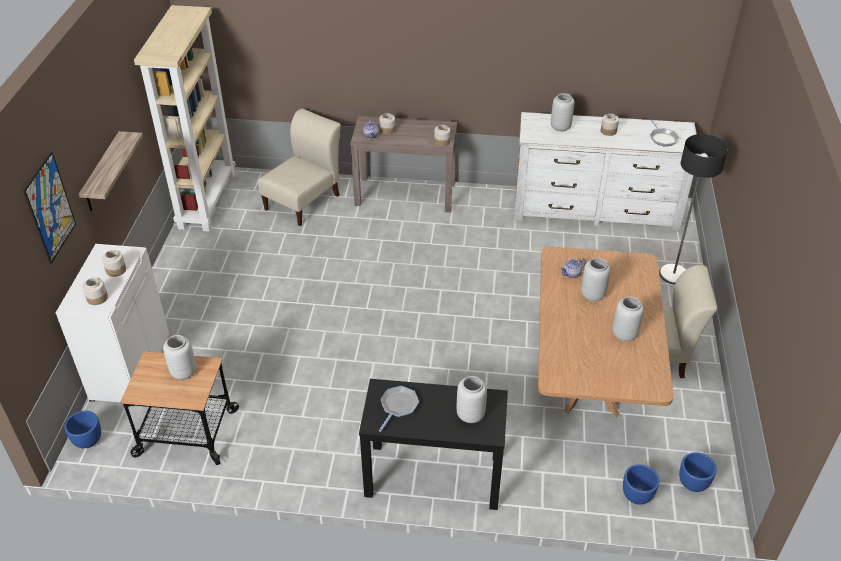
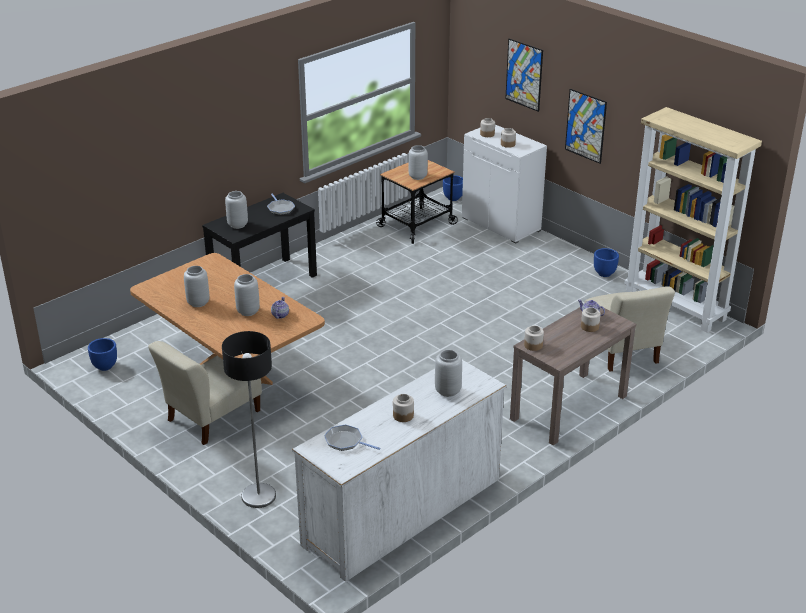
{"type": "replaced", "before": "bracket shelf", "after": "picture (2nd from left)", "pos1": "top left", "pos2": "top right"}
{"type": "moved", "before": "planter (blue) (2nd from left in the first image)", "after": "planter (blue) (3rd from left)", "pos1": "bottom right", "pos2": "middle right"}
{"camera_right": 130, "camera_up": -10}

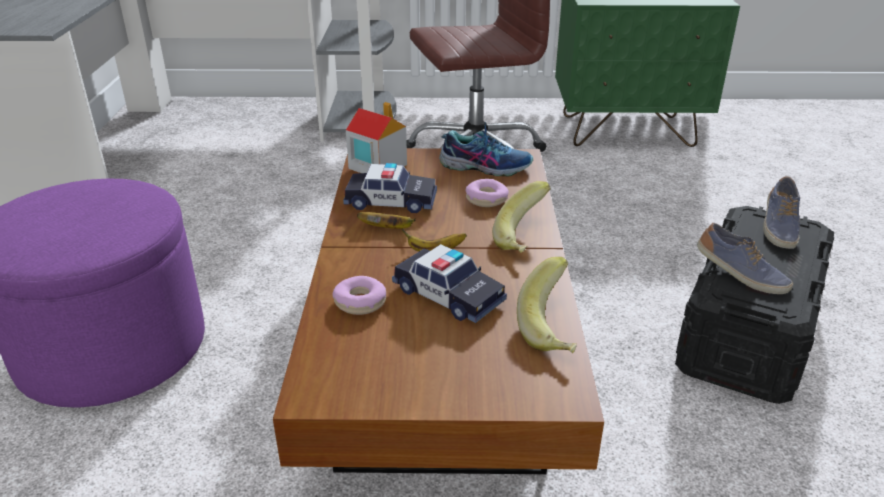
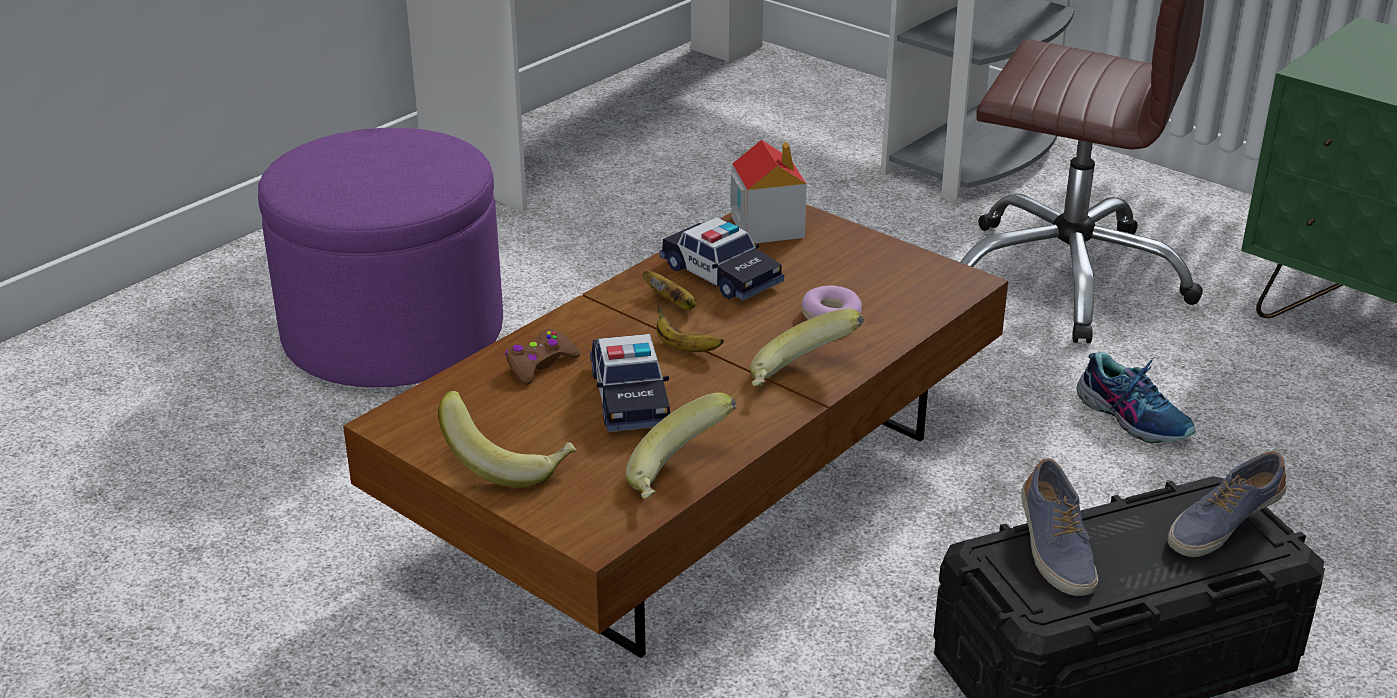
{"type": "added", "after": "banana fruit (1st from left)", "pos2": "centre"}
{"type": "replaced", "before": "ring doughnut (1st from left)", "after": "joypad (brown-coloured)", "pos1": "centre", "pos2": "centre"}
{"type": "moved", "before": "low shoe (1st from left in the first image)", "after": "low shoe (2nd from left)", "pos1": "top centre", "pos2": "middle right"}
{"camera_right": 40, "camera_up": 0}

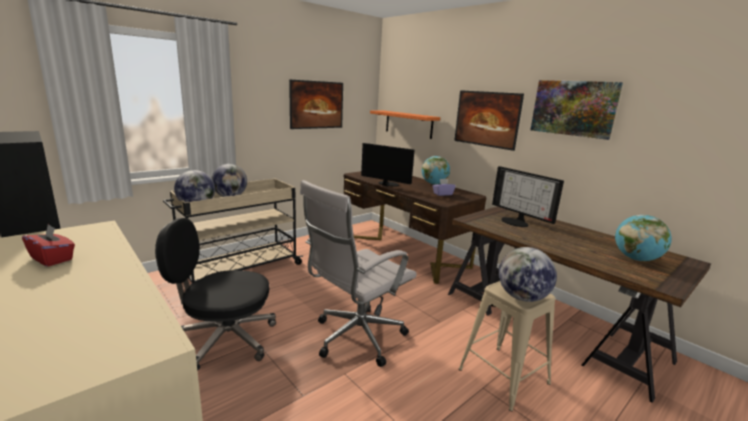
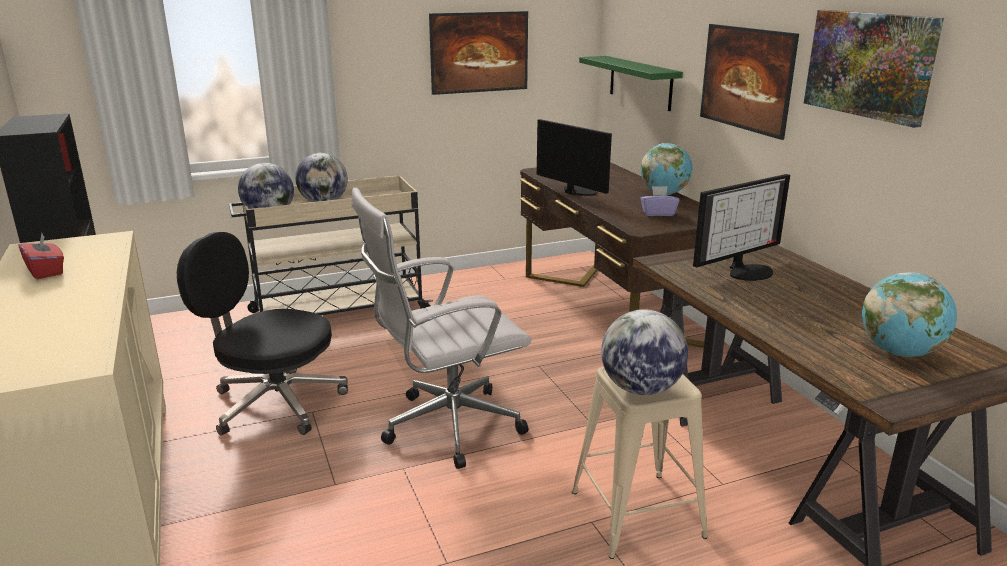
{"type": "recoloured", "before": "bracket shelf (orange)", "after": "bracket shelf (green-coloured)", "pos1": "top centre", "pos2": "top centre"}
{"type": "turned", "before": "monitor (2nd from left)", "pos1": "middle right", "pos2": "middle right", "turn": -105}
{"camera_right": 20, "camera_up": 5}

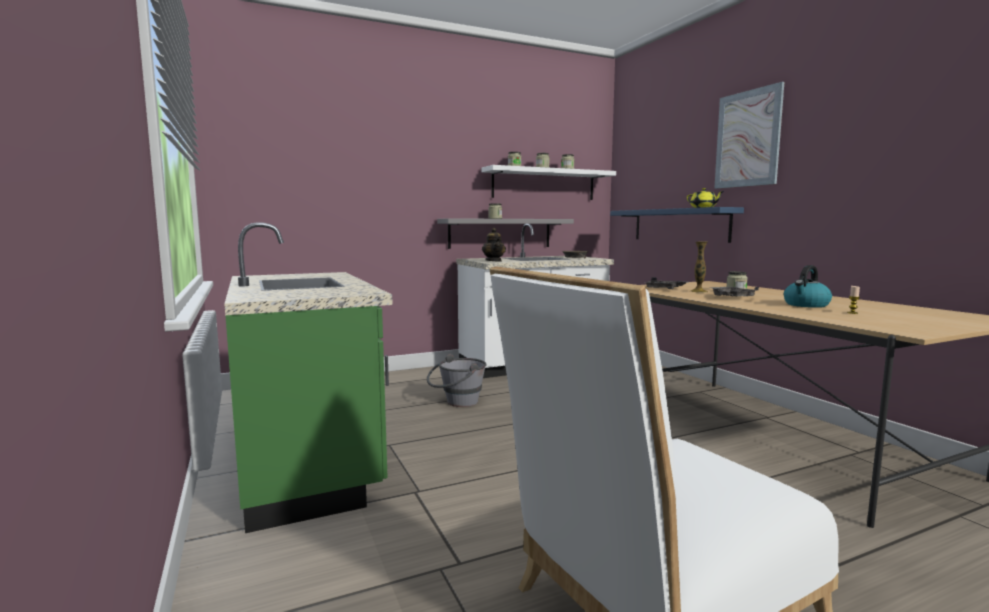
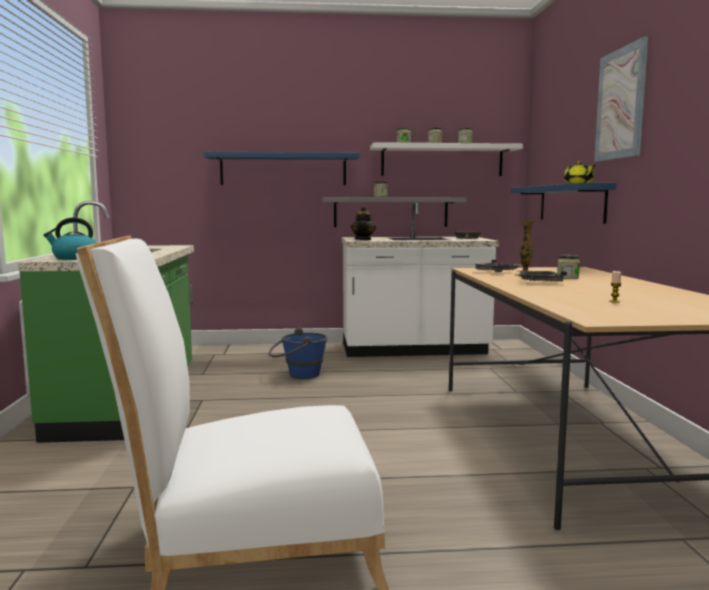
{"type": "moved", "before": "tea kettle", "pos1": "middle right", "pos2": "middle left"}
{"type": "added", "after": "bracket shelf (blue) (1st from left)", "pos2": "top centre"}
{"type": "recoloured", "before": "pail (gray)", "after": "pail (blue)", "pos1": "centre", "pos2": "centre"}
{"camera_right": 20, "camera_up": 0}

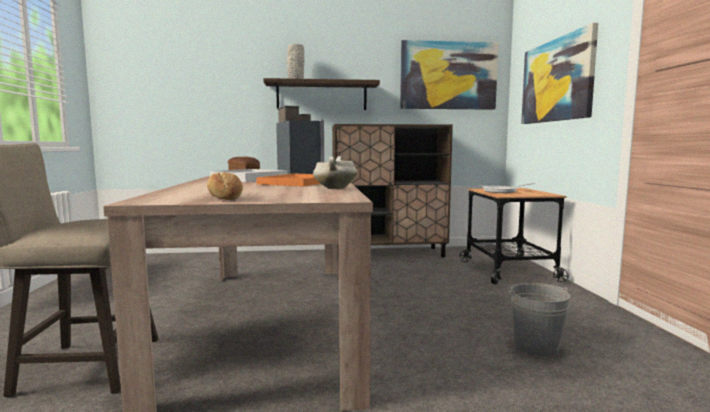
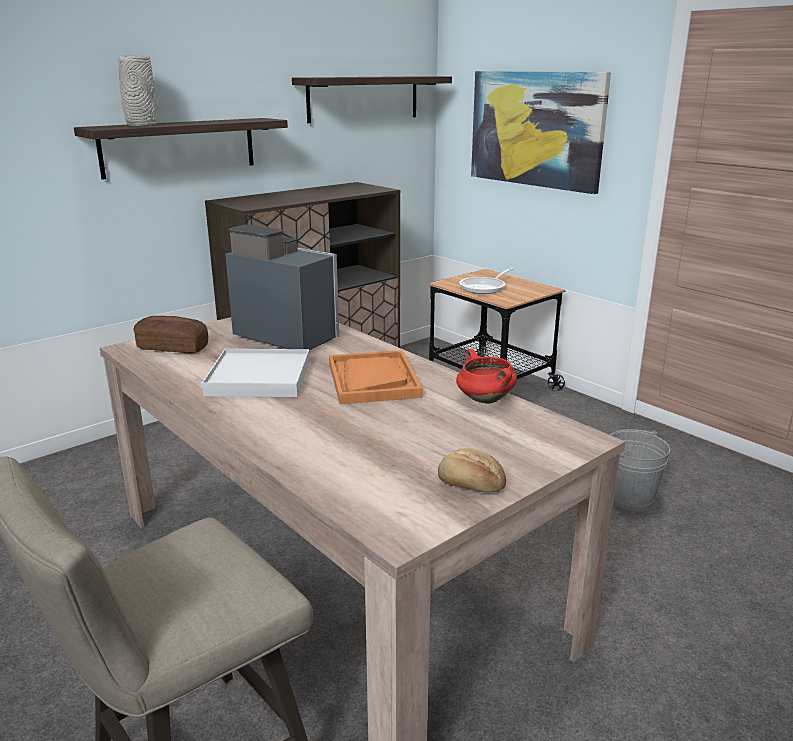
{"type": "replaced", "before": "picture (1st from left)", "after": "bracket shelf (2nd from left)", "pos1": "top centre", "pos2": "top centre"}
{"type": "recoloured", "before": "stockpot (white-coloured)", "after": "stockpot (red-coloured)", "pos1": "centre", "pos2": "centre"}
{"camera_right": -35, "camera_up": 15}

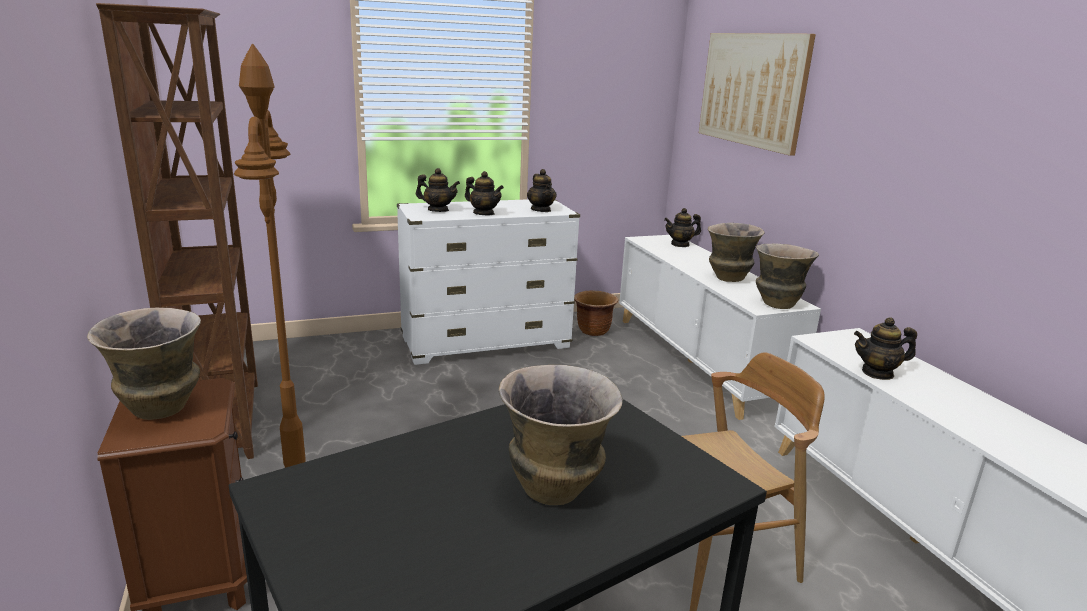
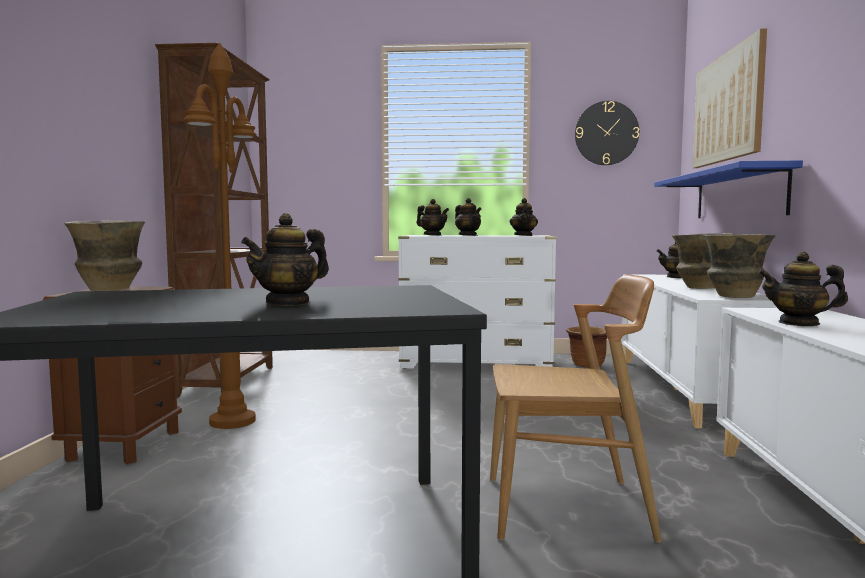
{"type": "replaced", "before": "decorative vase (2nd from left)", "after": "teapot (1st from left)", "pos1": "bottom centre", "pos2": "middle left"}
{"type": "added", "after": "wall clock", "pos2": "top right"}
{"type": "added", "after": "bracket shelf (blue)", "pos2": "top right"}
{"camera_right": 25, "camera_up": -15}

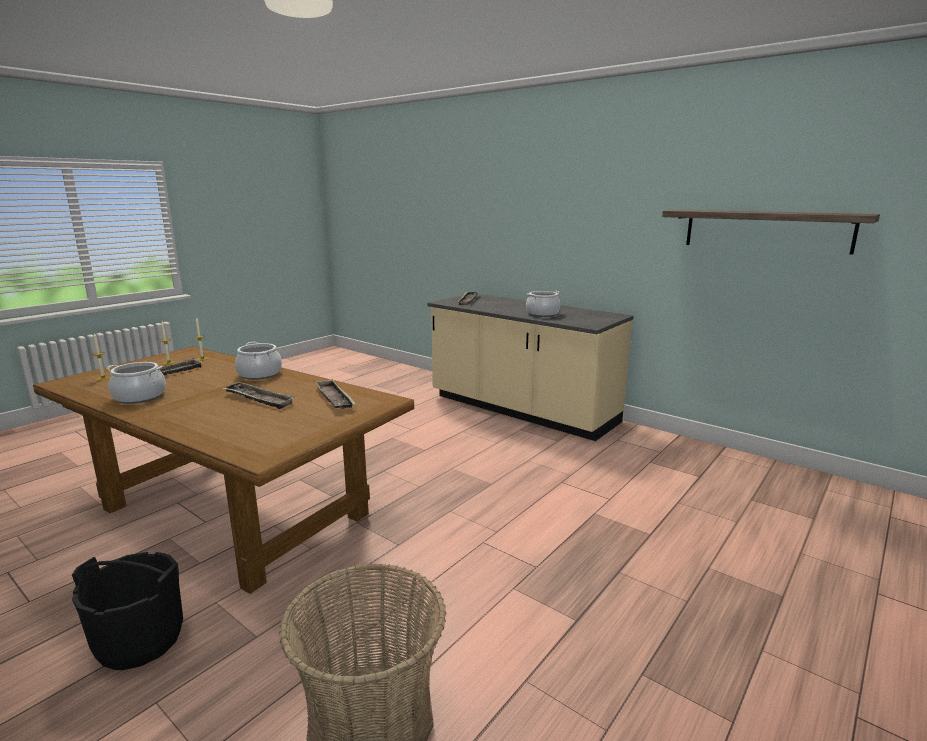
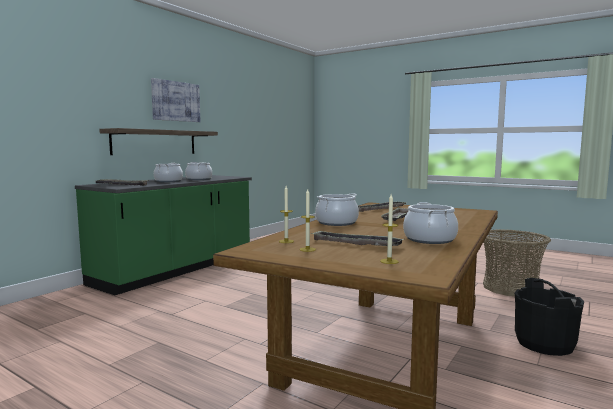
{"type": "recoloured", "before": "kitchen base unit (sand-coloured)", "after": "kitchen base unit (green-coloured)", "pos1": "centre", "pos2": "middle left"}
{"type": "moved", "before": "bracket shelf", "pos1": "top right", "pos2": "middle left"}
{"type": "added", "after": "picture", "pos2": "top left"}
{"type": "added", "after": "stockpot (1st from left)", "pos2": "middle left"}
{"camera_right": -95, "camera_up": -10}

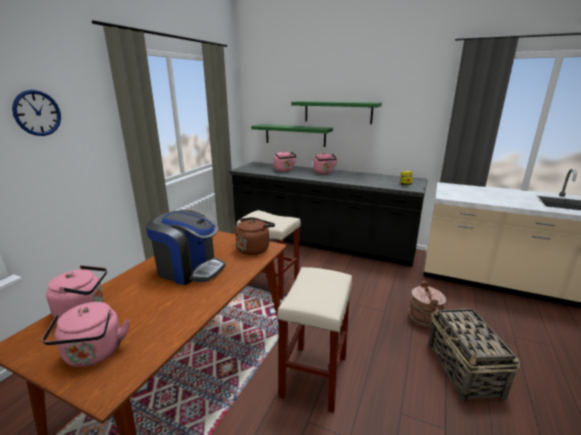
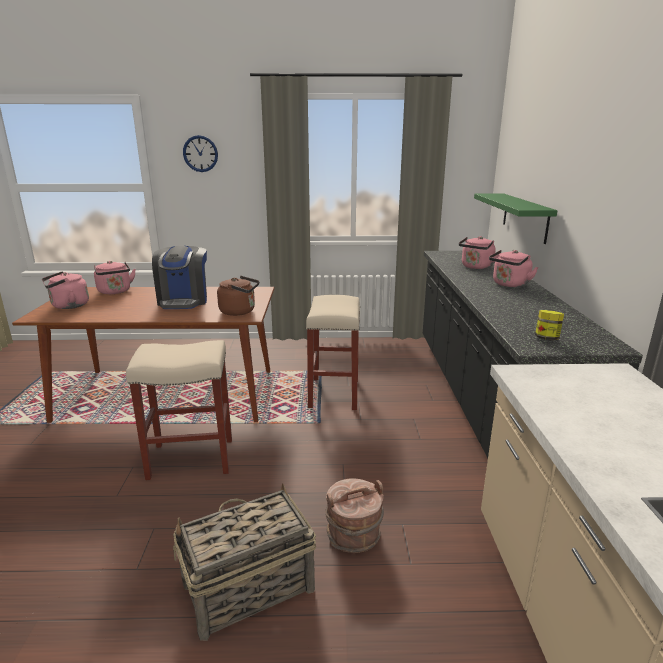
{"type": "removed", "before": "bracket shelf (green-coloured) (2nd from left)", "pos1": "top centre"}
{"camera_right": 65, "camera_up": 0}

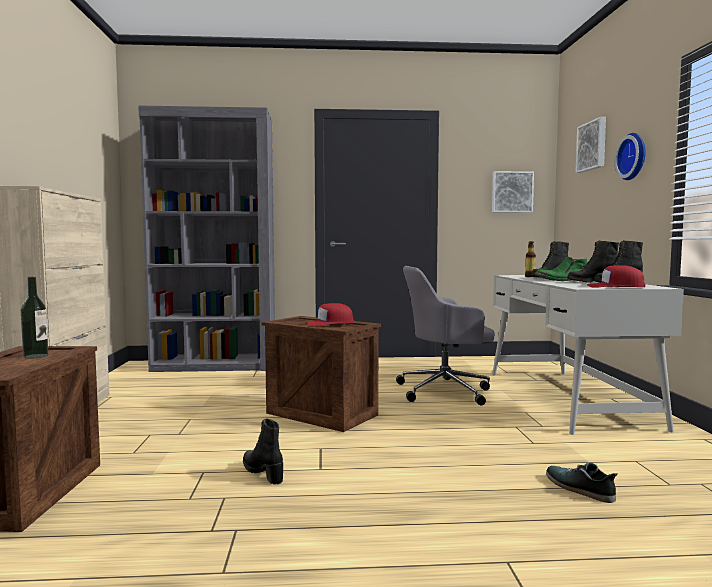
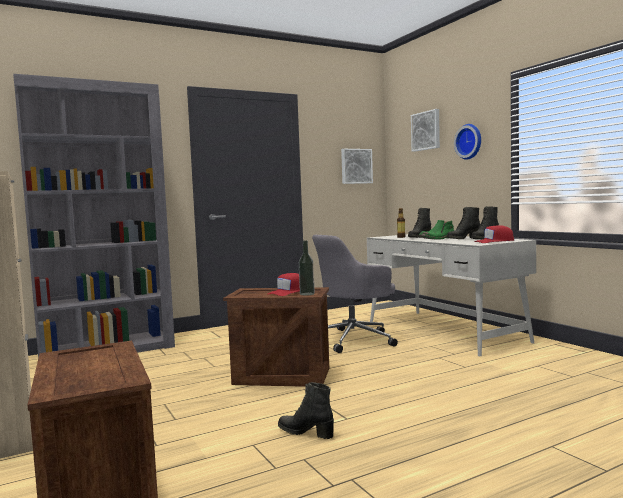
{"type": "moved", "before": "beverage bottle (1st from left)", "pos1": "middle left", "pos2": "centre"}
{"type": "removed", "before": "low shoe", "pos1": "bottom right"}
{"camera_right": -25, "camera_up": 0}

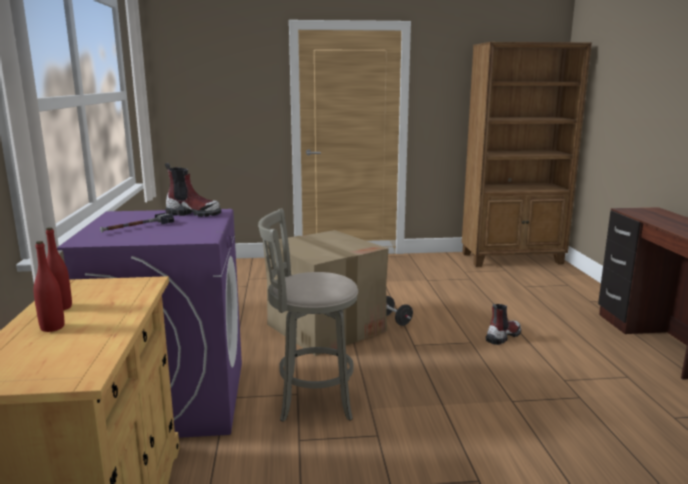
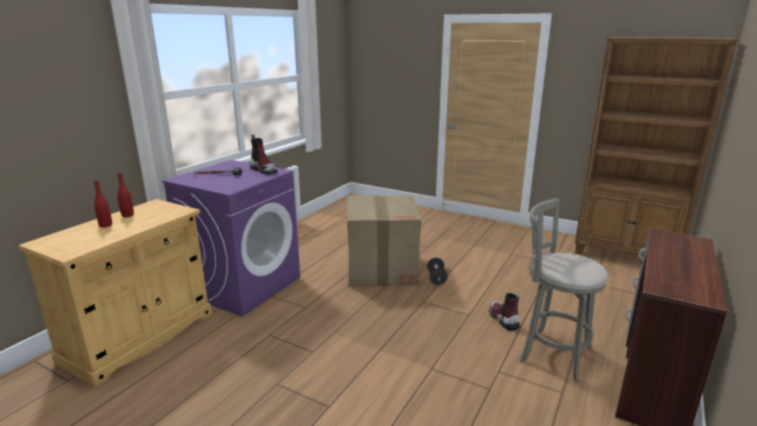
{"type": "turned", "before": "high-top boot (2nd from left)", "pos1": "bottom right", "pos2": "bottom centre", "turn": -105}
{"type": "moved", "before": "stool seat (gray)", "pos1": "centre", "pos2": "bottom right"}
{"camera_right": 35, "camera_up": 5}

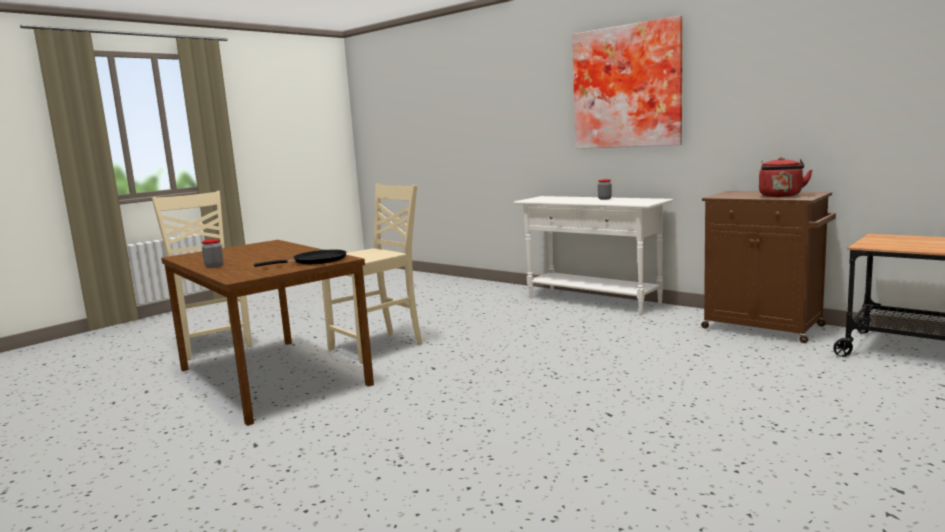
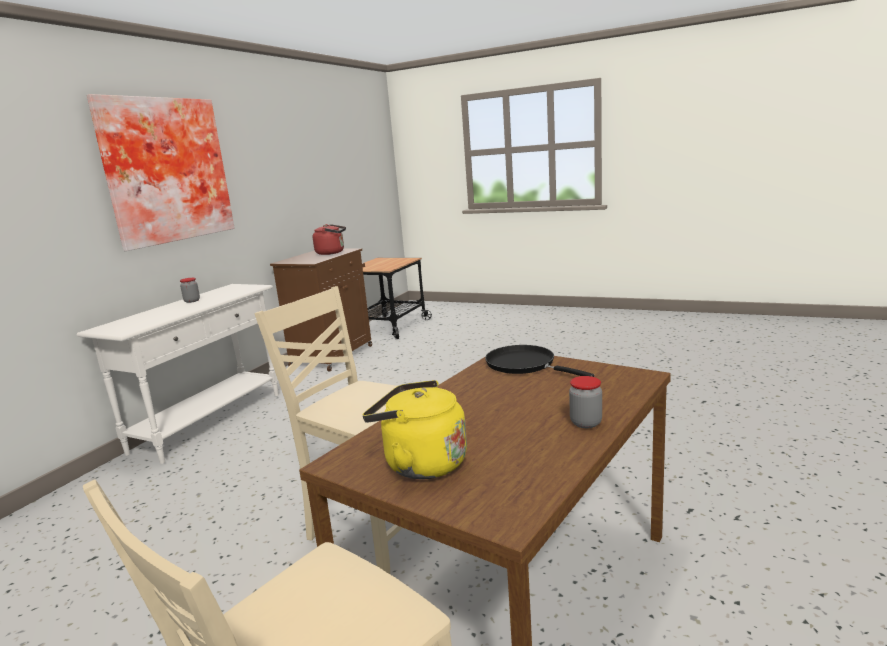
{"type": "added", "after": "tea kettle (yellow-coloured)", "pos2": "centre"}
{"camera_right": -105, "camera_up": 5}

